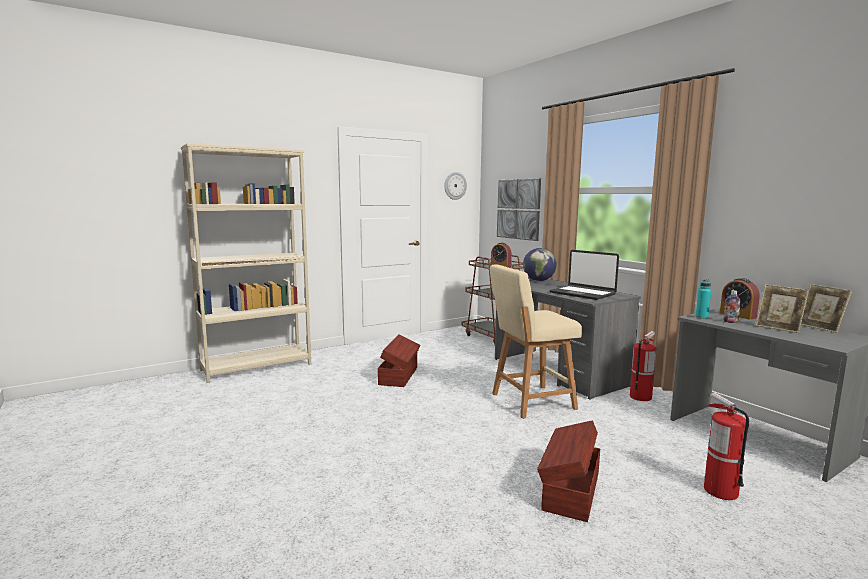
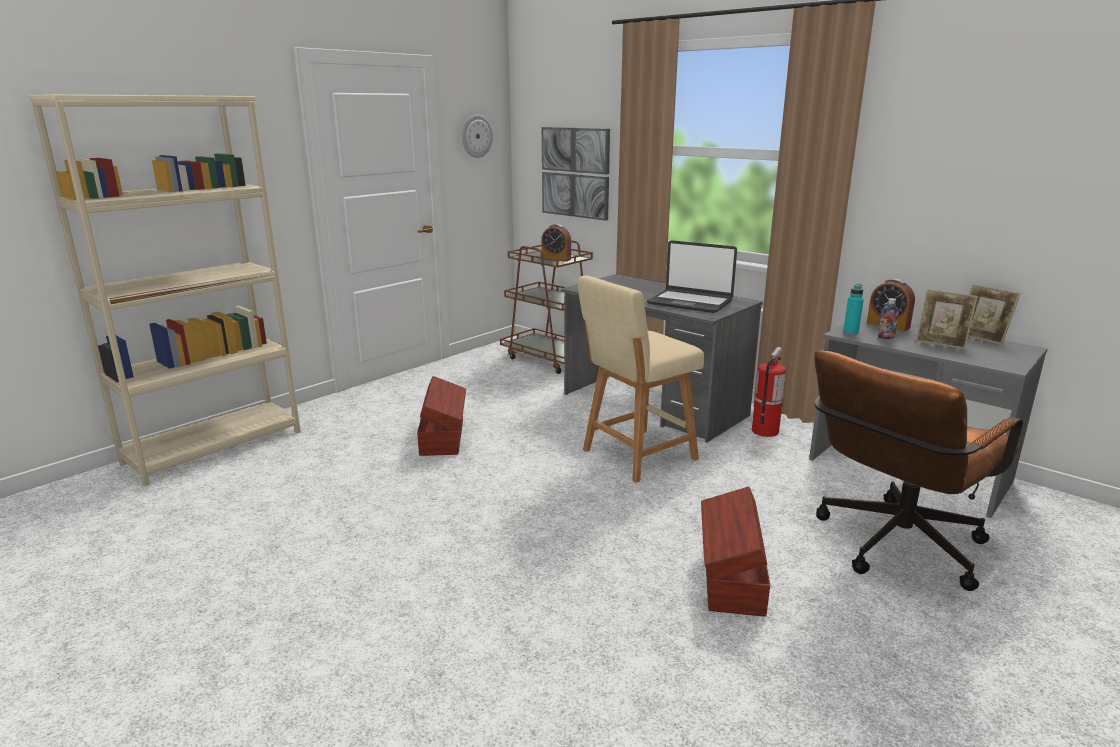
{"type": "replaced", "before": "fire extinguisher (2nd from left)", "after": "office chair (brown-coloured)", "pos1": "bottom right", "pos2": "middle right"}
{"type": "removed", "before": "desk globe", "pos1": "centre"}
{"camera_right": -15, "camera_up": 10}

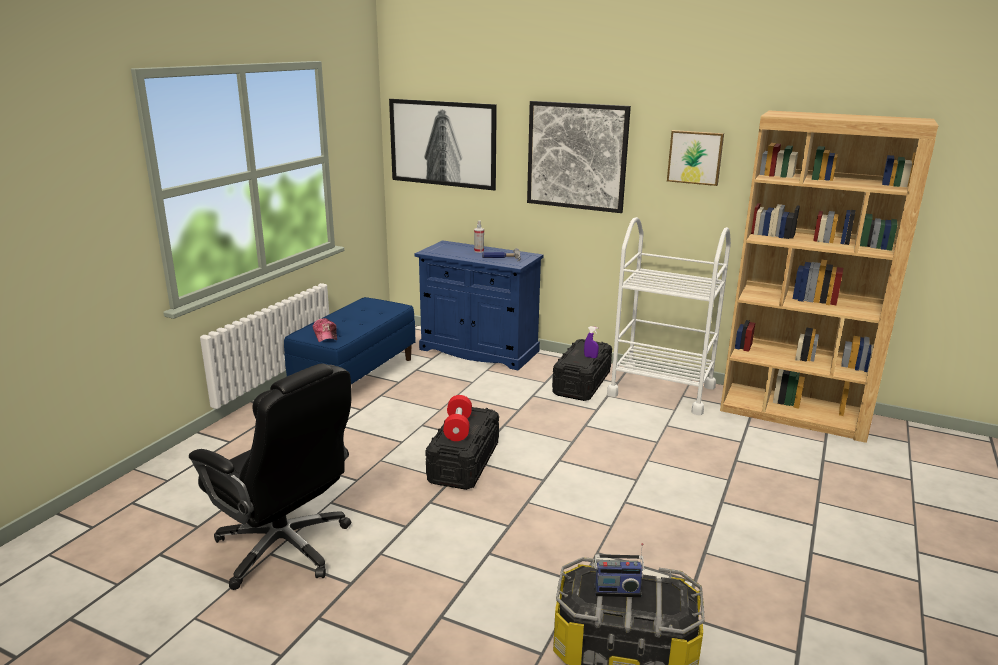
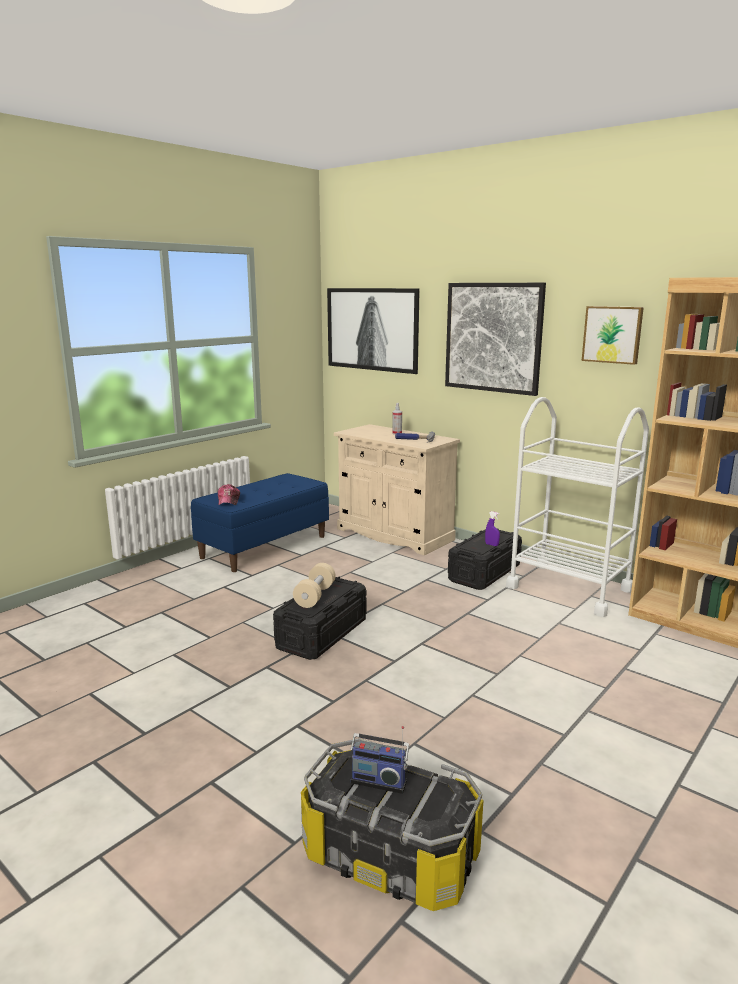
{"type": "recoloured", "before": "free weight (red-coloured)", "after": "free weight (sand-coloured)", "pos1": "centre", "pos2": "centre"}
{"type": "recoloured", "before": "cupboard (blue)", "after": "cupboard (sand-coloured)", "pos1": "centre", "pos2": "centre"}
{"type": "removed", "before": "office chair (black)", "pos1": "bottom left"}
{"camera_right": 15, "camera_up": -5}

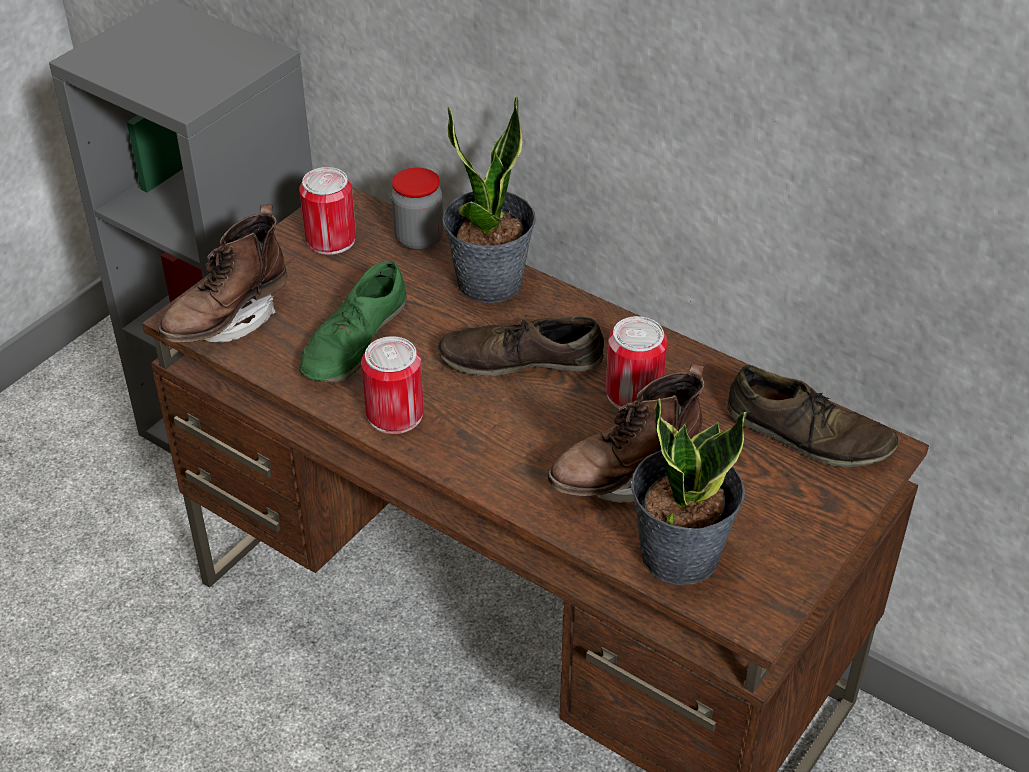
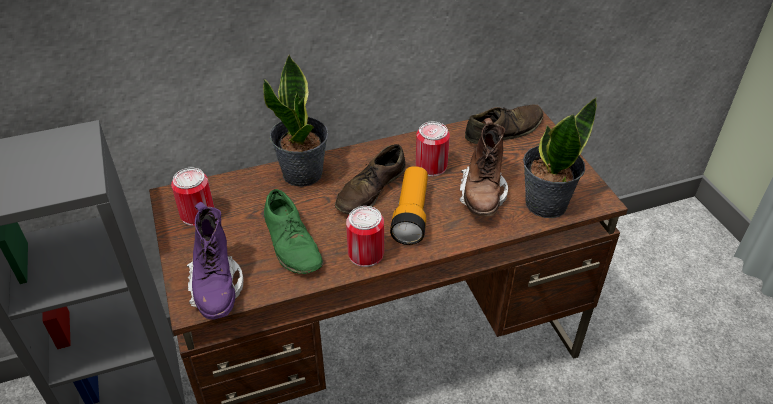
{"type": "recoloured", "before": "high-top boot (brown-coloured) (1st from left)", "after": "high-top boot (purple)", "pos1": "middle left", "pos2": "middle left"}
{"type": "added", "after": "torch", "pos2": "centre"}
{"type": "removed", "before": "preserve jar", "pos1": "top centre"}
{"camera_right": -55, "camera_up": 0}

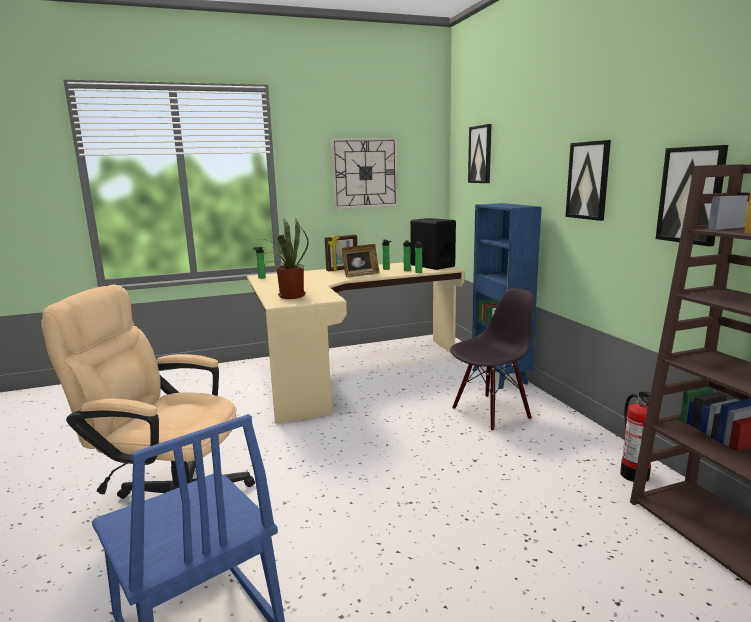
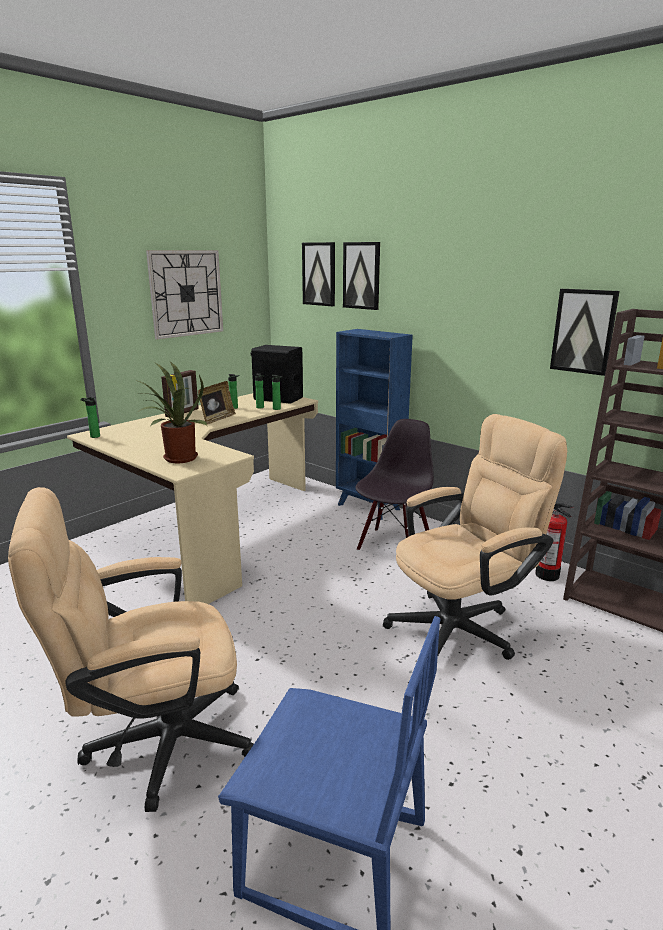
{"type": "moved", "before": "picture (2nd from left)", "pos1": "top right", "pos2": "top centre"}
{"type": "added", "after": "office chair (sand-coloured) (2nd from left)", "pos2": "middle right"}
{"camera_right": -30, "camera_up": 5}

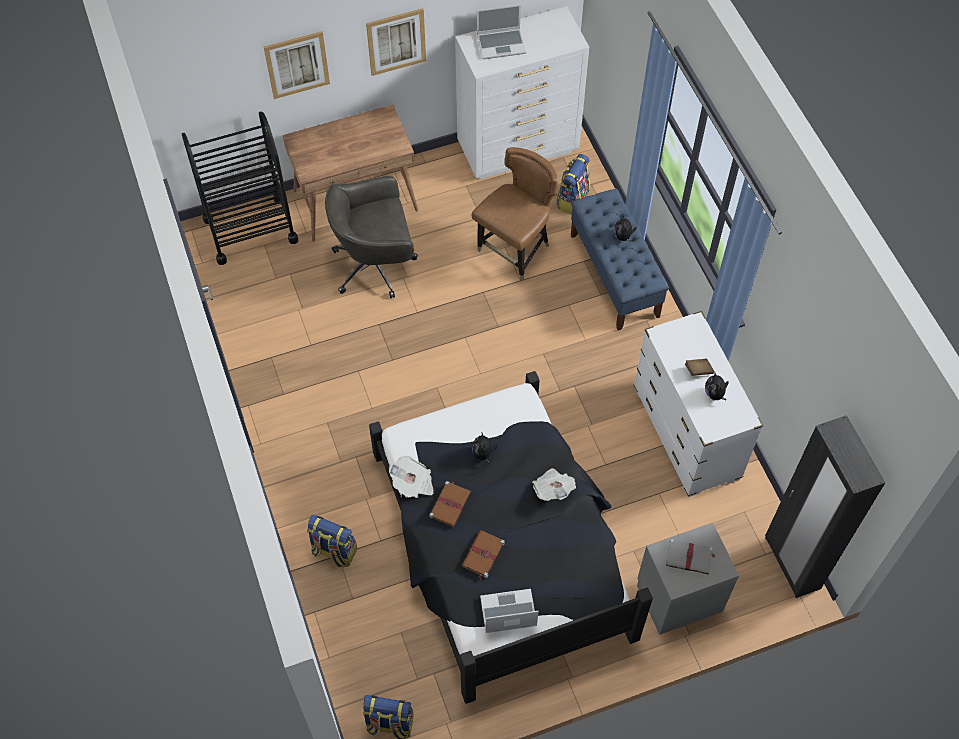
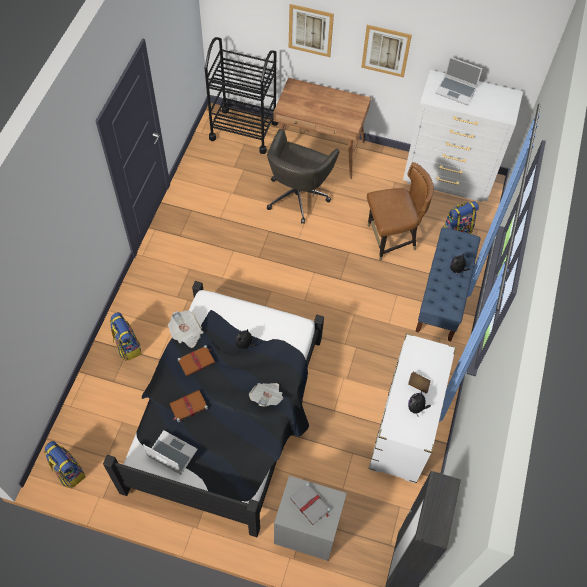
{"type": "turned", "before": "office chair (gray)", "pos1": "top centre", "pos2": "top centre", "turn": -90}
{"camera_right": 35, "camera_up": 0}

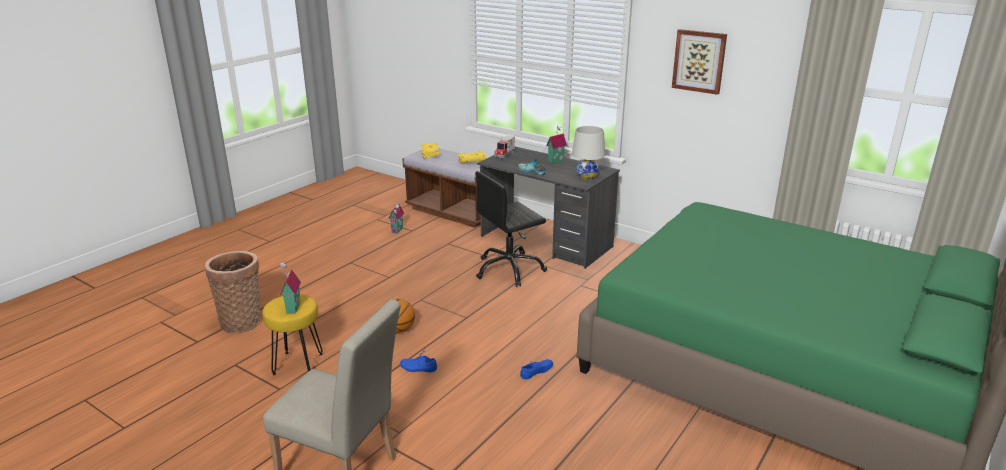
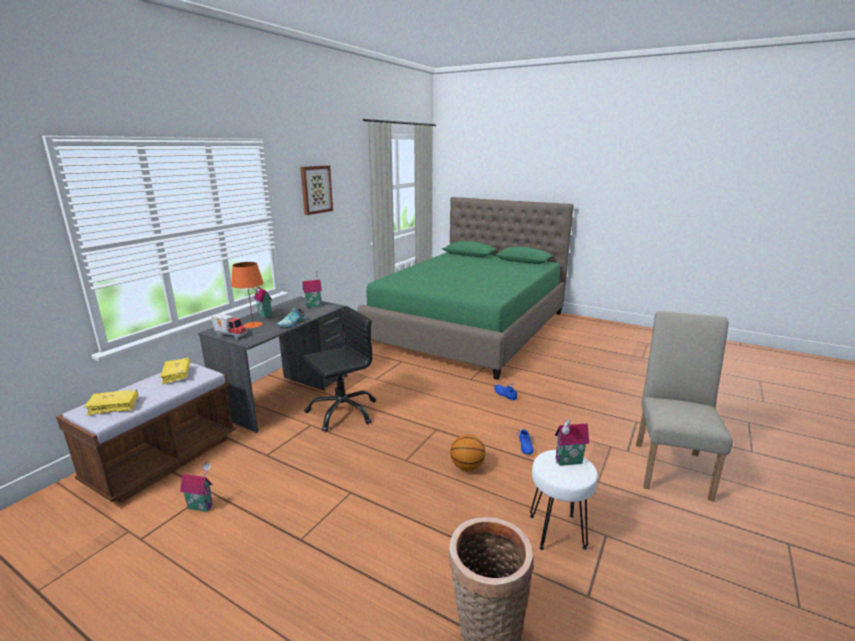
{"type": "added", "after": "lamp for a table (orange)", "pos2": "middle left"}
{"type": "replaced", "before": "lamp for a table (white-coloured)", "after": "toy house (3rd from left)", "pos1": "top centre", "pos2": "centre"}
{"type": "turned", "before": "office chair (black)", "pos1": "centre", "pos2": "centre", "turn": -90}
{"type": "recoloured", "before": "stool seat (yellow-coloured)", "after": "stool seat (white-coloured)", "pos1": "bottom left", "pos2": "bottom centre"}
{"camera_right": -95, "camera_up": -5}

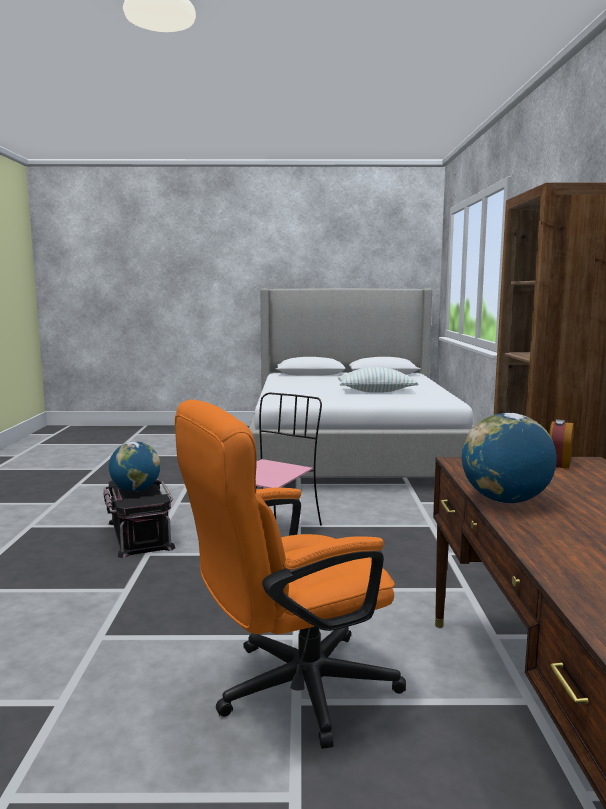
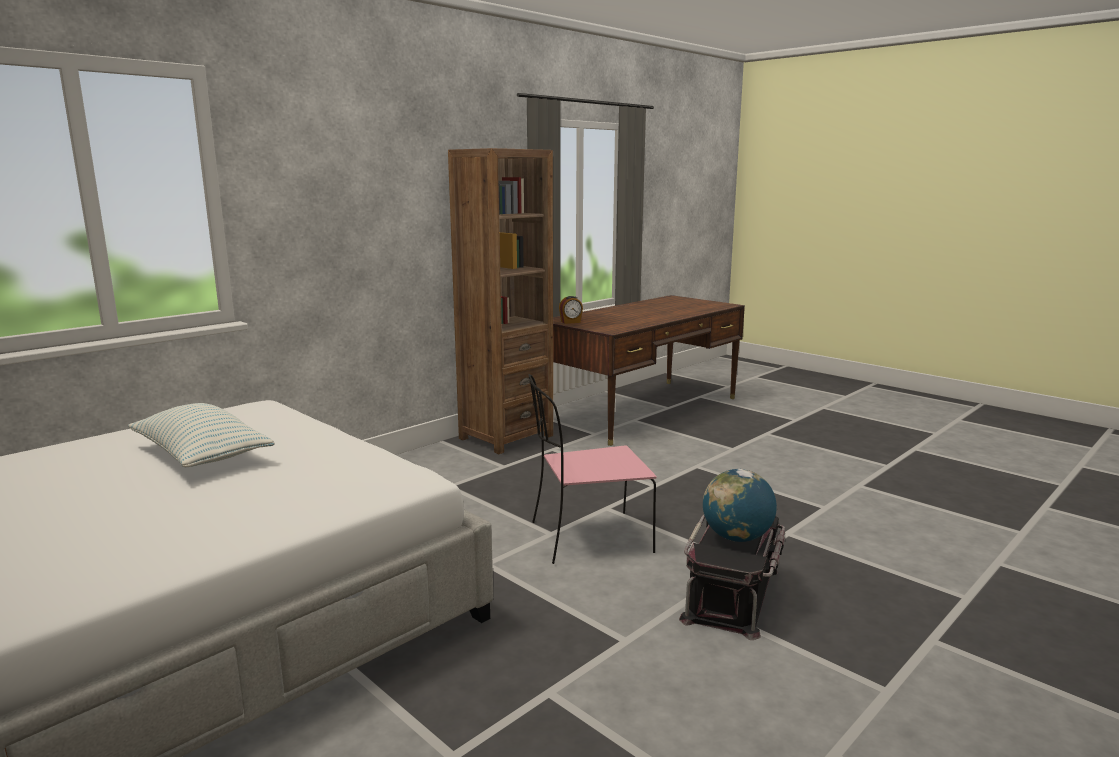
{"type": "removed", "before": "office chair (orange)", "pos1": "bottom centre"}
{"type": "removed", "before": "desk globe (2nd from left)", "pos1": "middle right"}
{"camera_right": -135, "camera_up": 5}

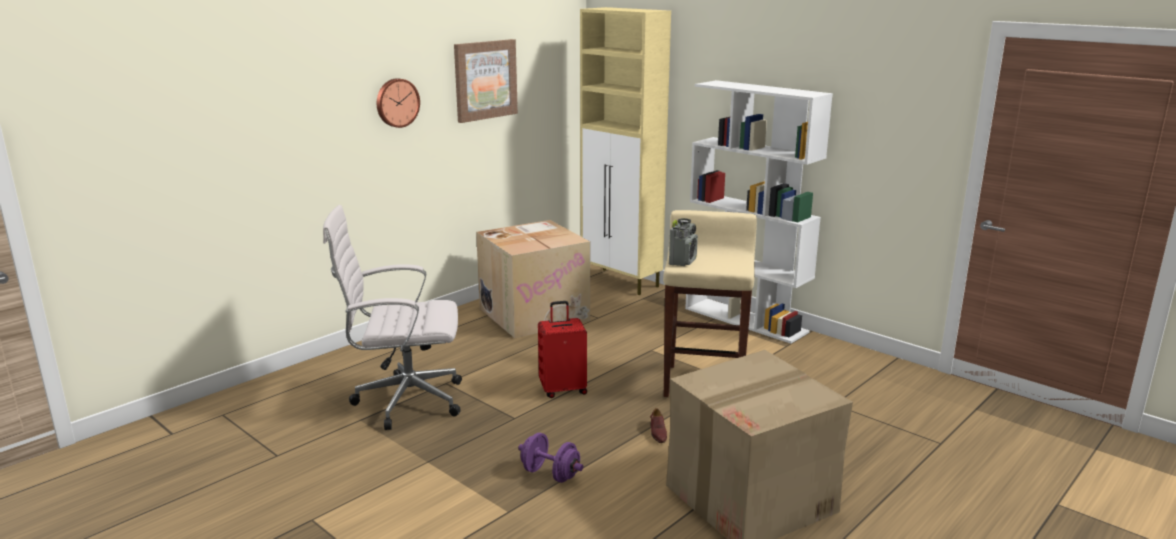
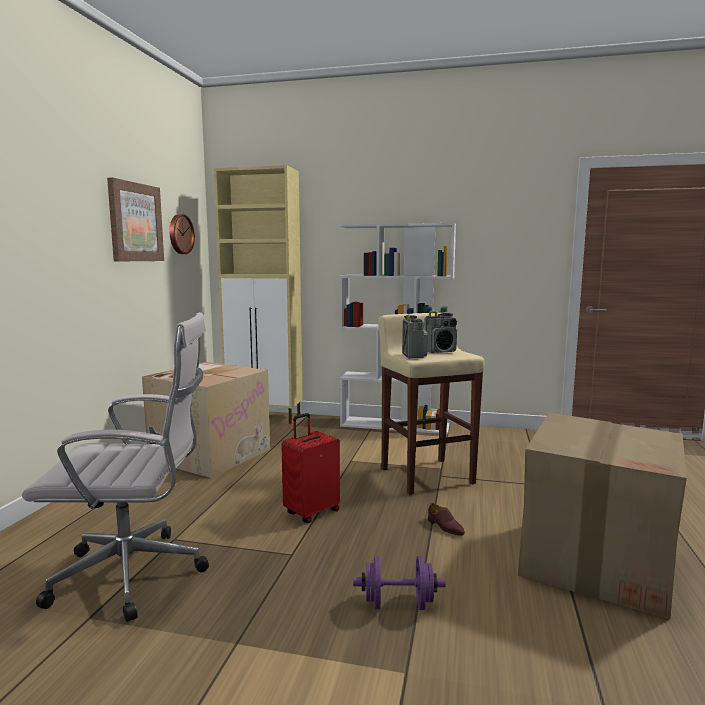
{"type": "turned", "before": "office chair (white-coloured)", "pos1": "centre", "pos2": "middle left", "turn": -150}
{"type": "moved", "before": "wall clock", "pos1": "top centre", "pos2": "top left"}
{"type": "added", "after": "radio (2nd from left)", "pos2": "centre"}
{"camera_right": -30, "camera_up": -10}

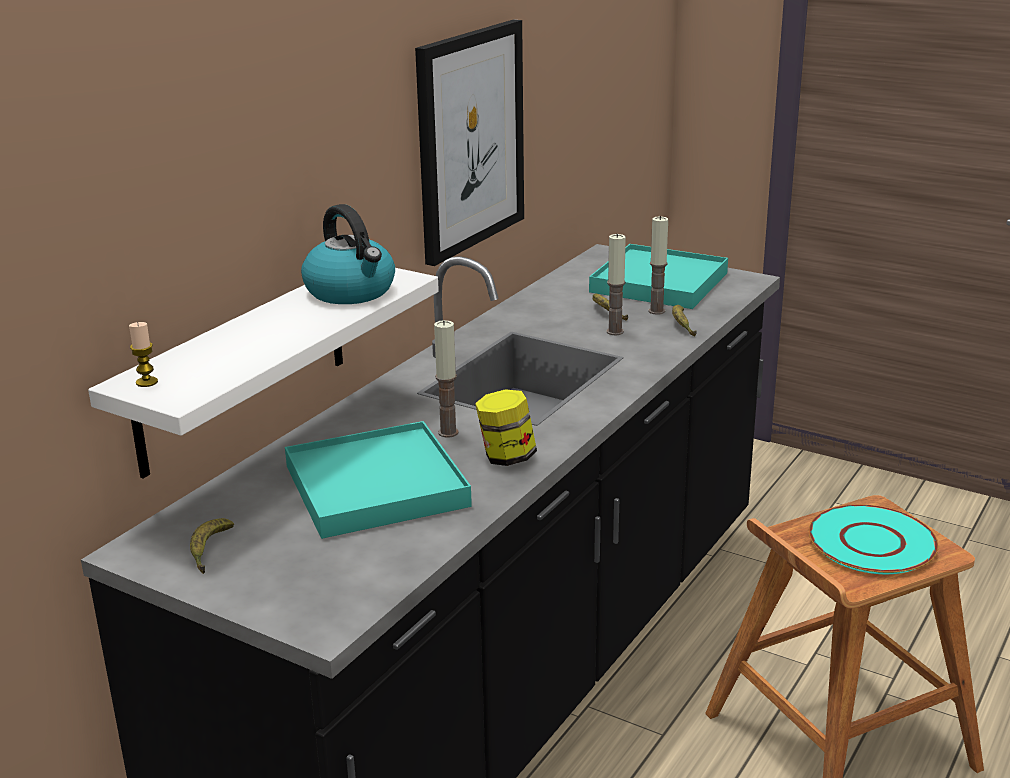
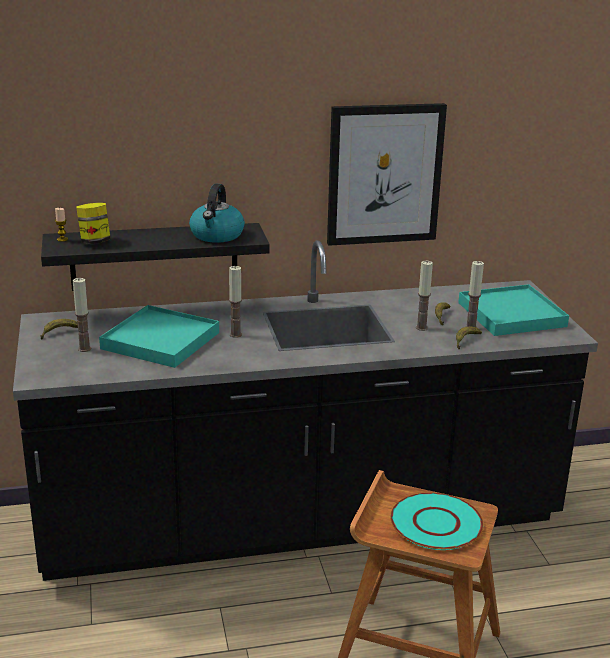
{"type": "recoloured", "before": "bracket shelf (white-coloured)", "after": "bracket shelf (black)", "pos1": "middle left", "pos2": "middle left"}
{"type": "added", "after": "wax candle (2nd from left)", "pos2": "middle left"}
{"type": "moved", "before": "preserve jar", "pos1": "centre", "pos2": "middle left"}
{"camera_right": 45, "camera_up": 0}

